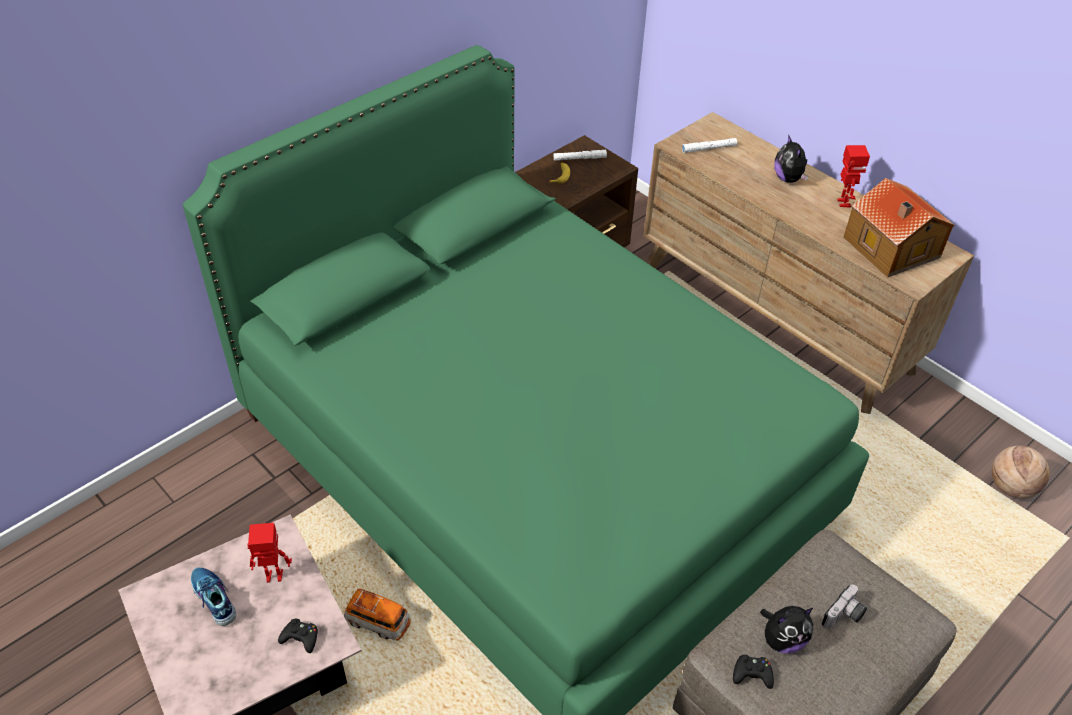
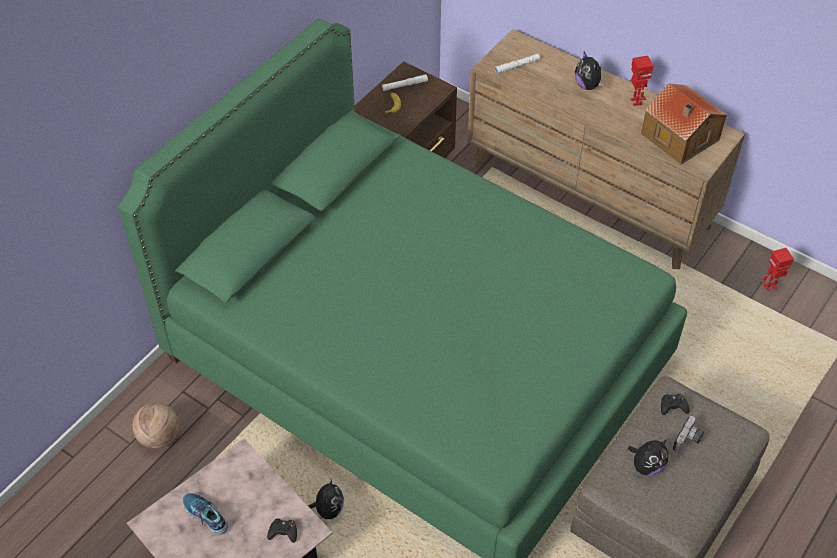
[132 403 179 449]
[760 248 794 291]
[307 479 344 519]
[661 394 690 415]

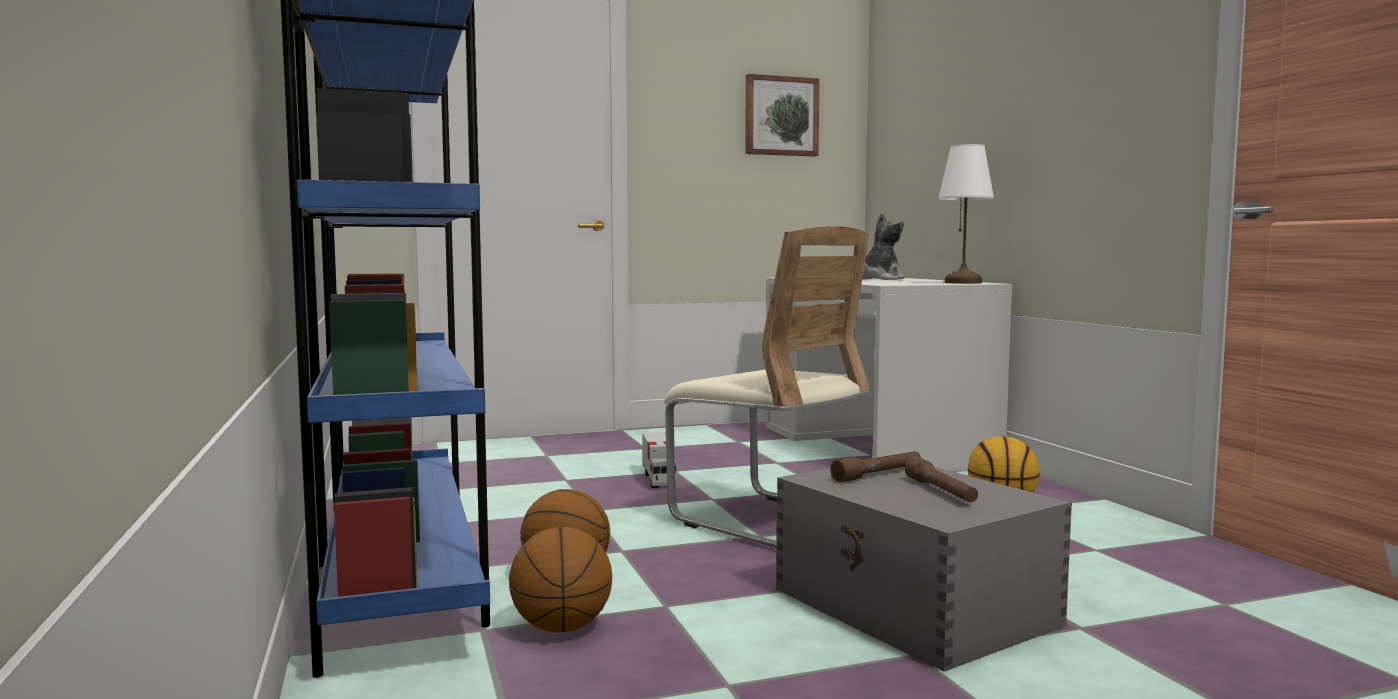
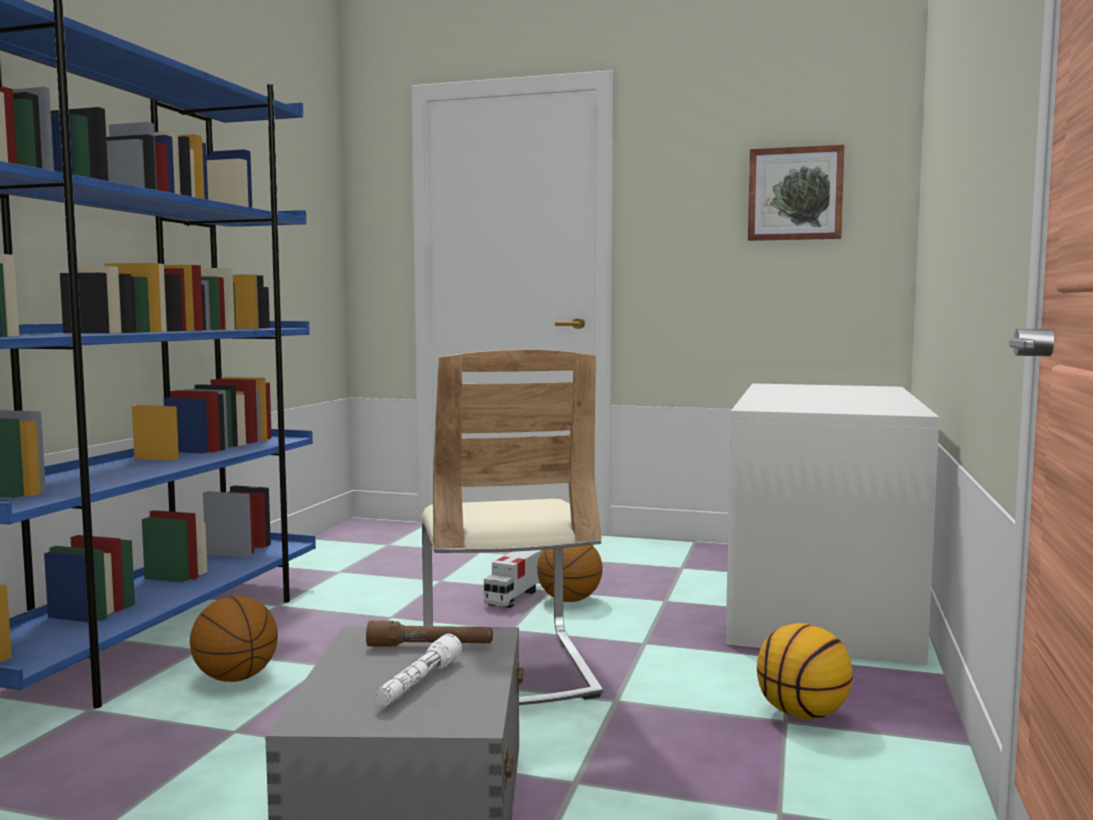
[938 144 994 284] (first image)
[862 213 905 280] (first image)
[375 634 462 706]
[537 545 603 602]

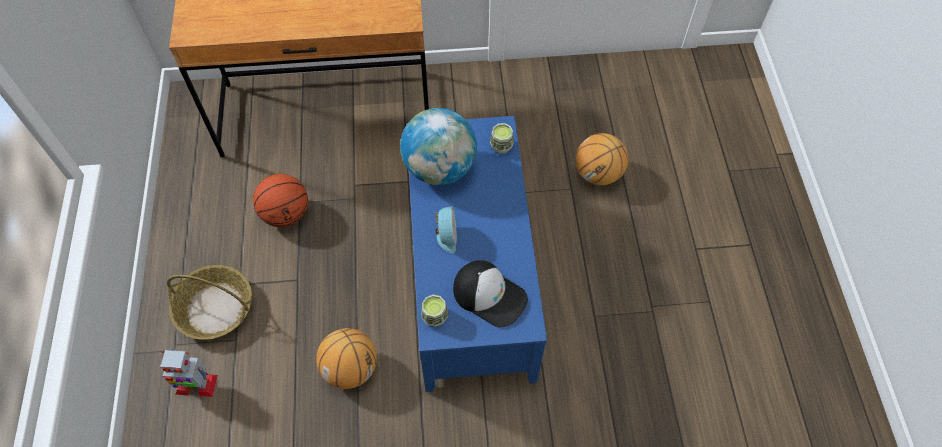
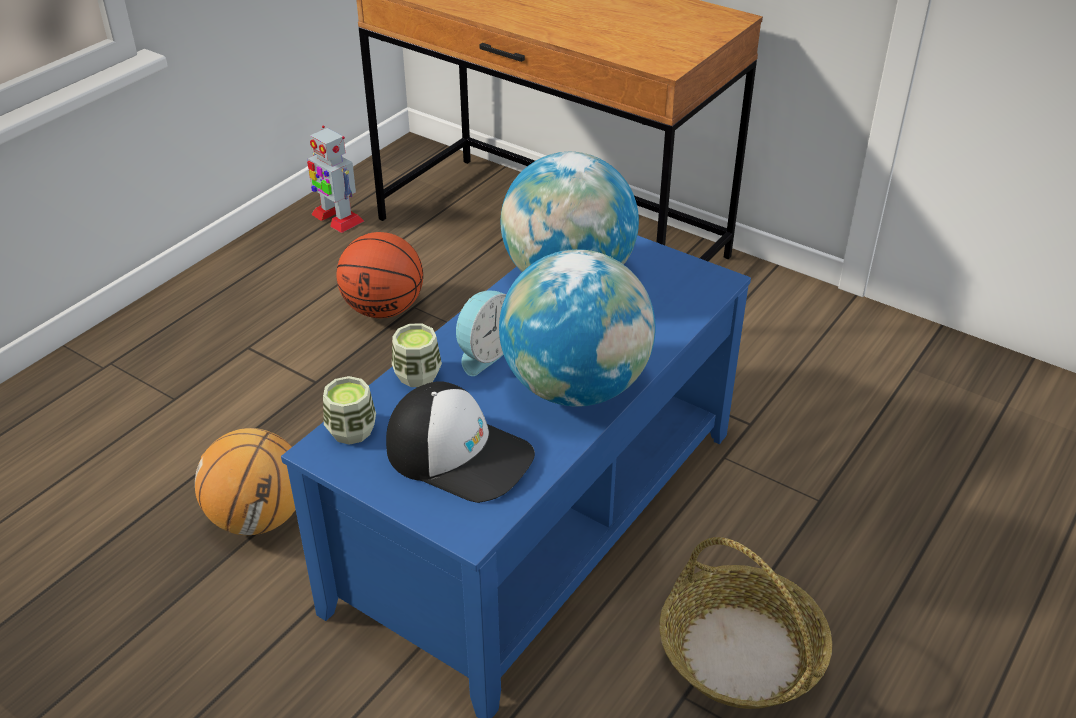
[392 324 442 387]
[576 133 628 185] (first image)
[386 381 535 503]
[659 537 832 709]
[307 126 364 233]
[499 249 656 407]

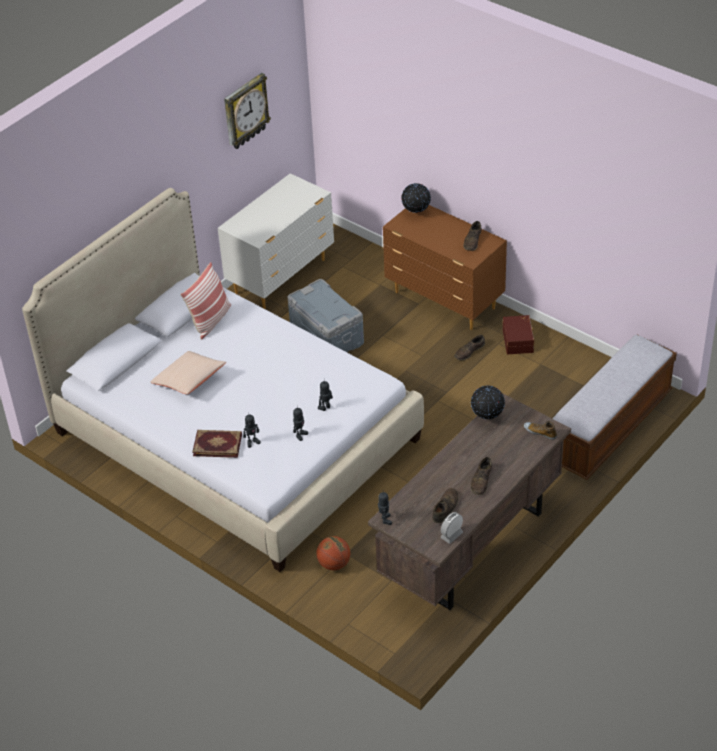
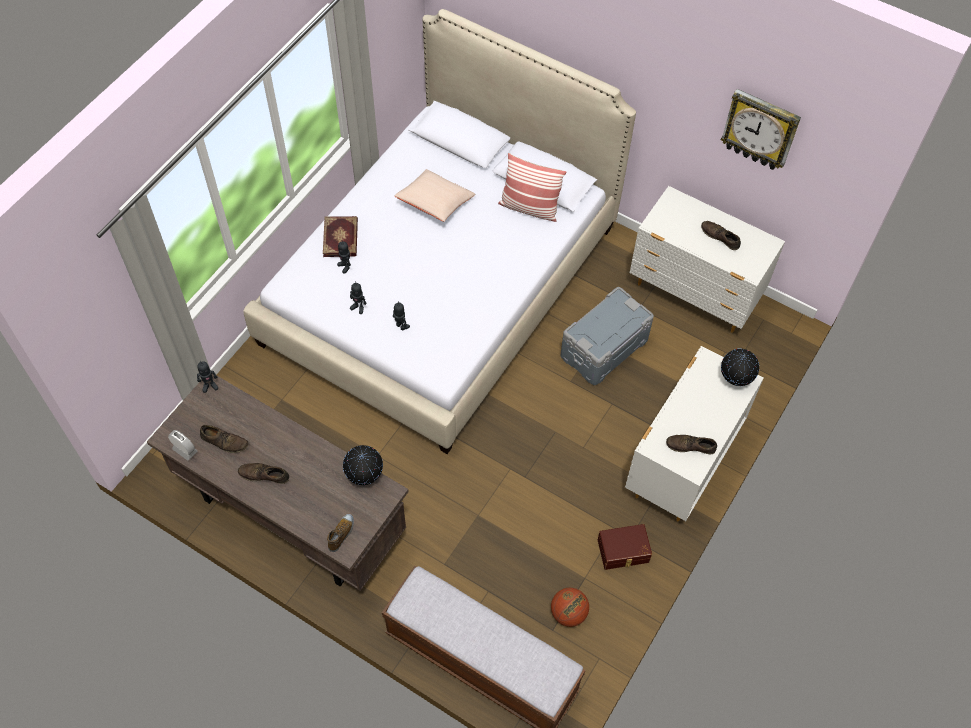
[625 346 764 522]
[701 221 741 250]
[551 588 589 627]

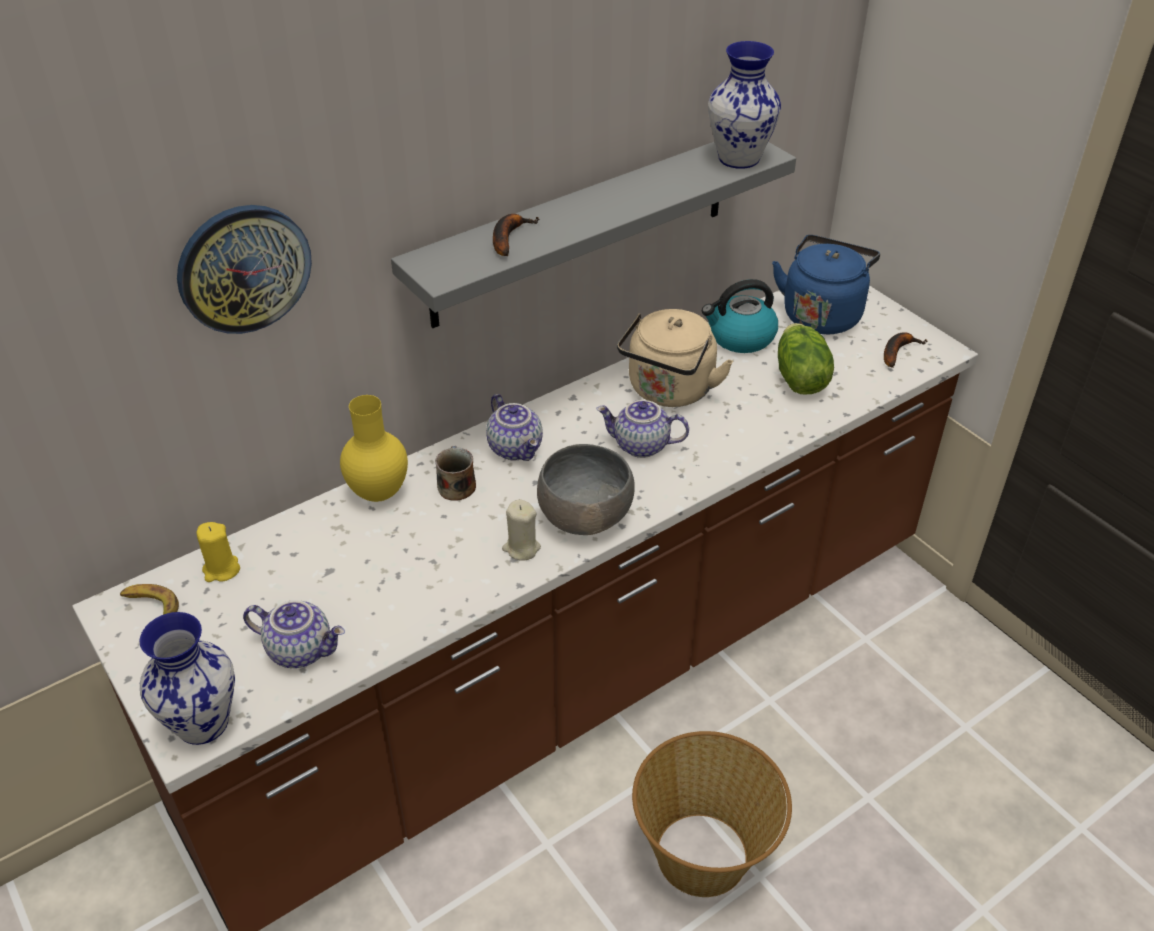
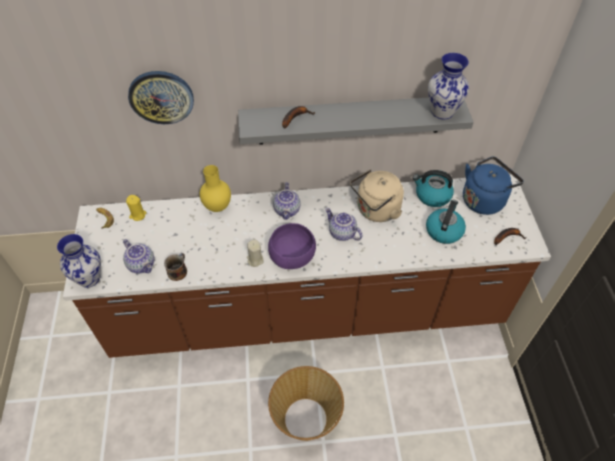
[426 200 466 244]
[268 223 316 269]
[164 253 187 281]

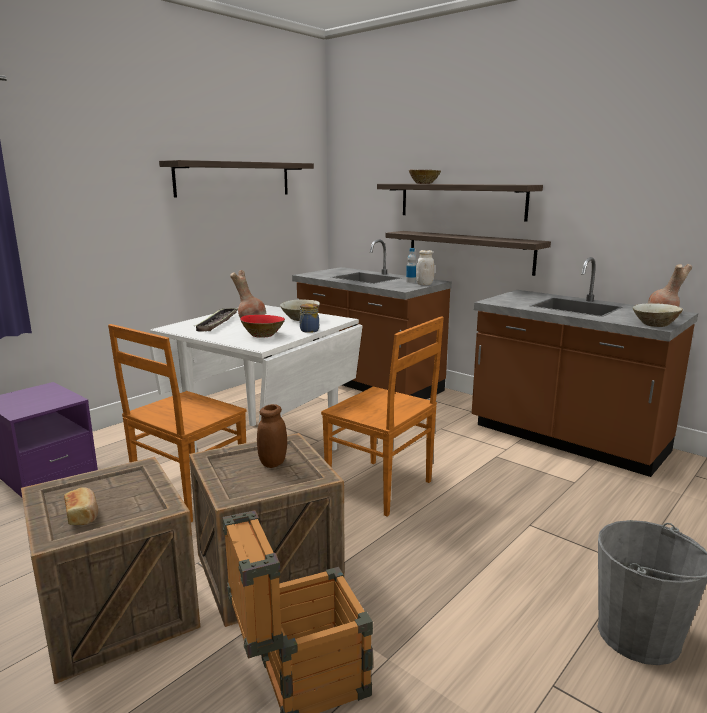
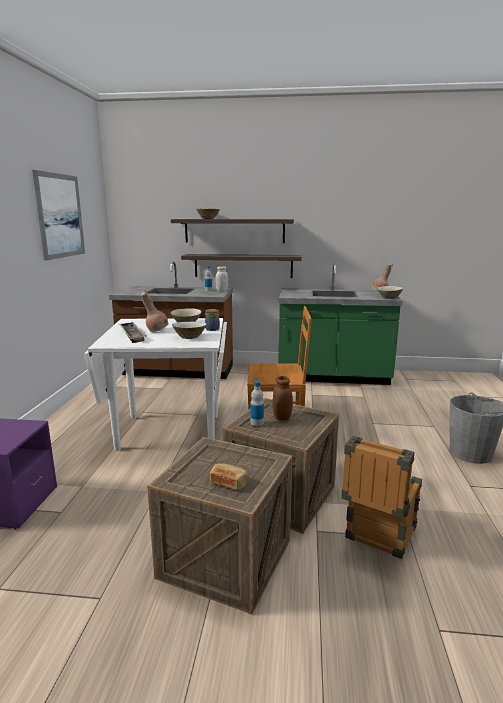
[32 170 85 260]
[278 263 403 385]
[172 322 207 339]
[108 324 246 522] (first image)
[250 381 264 426]

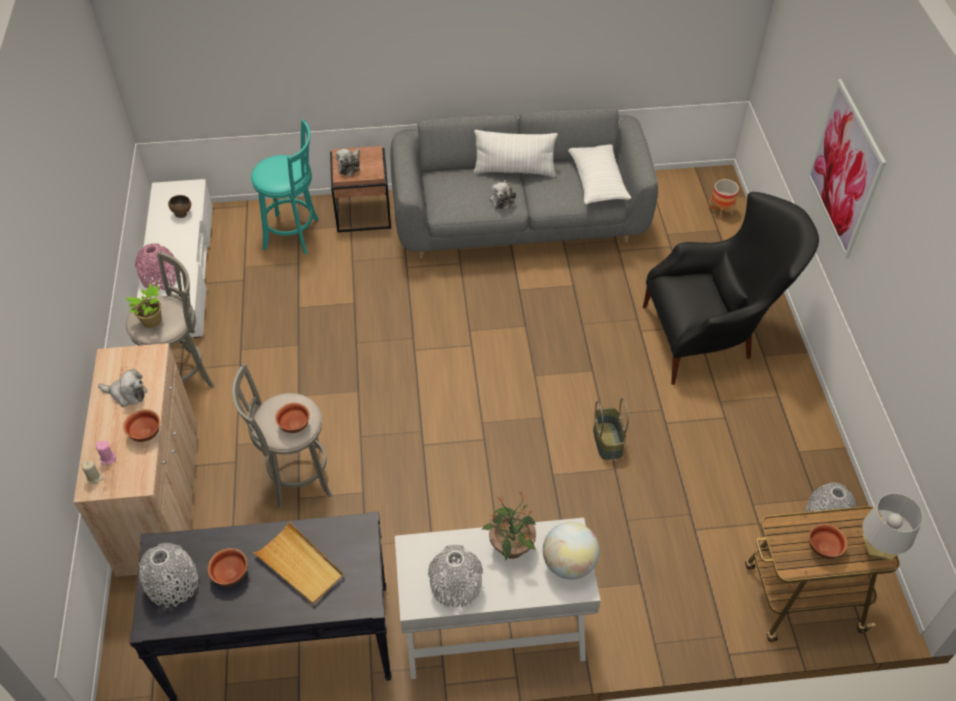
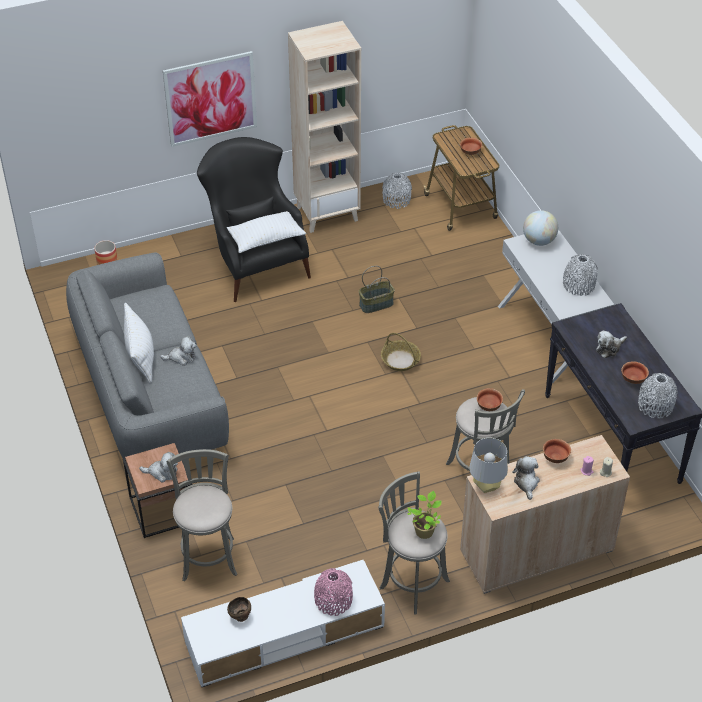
[166 449 237 581]
[227 211 306 253]
[482 491 536 560] (first image)
[469 438 508 493]
[596 330 627 358]
[288 21 361 233]
[381 333 421 371]

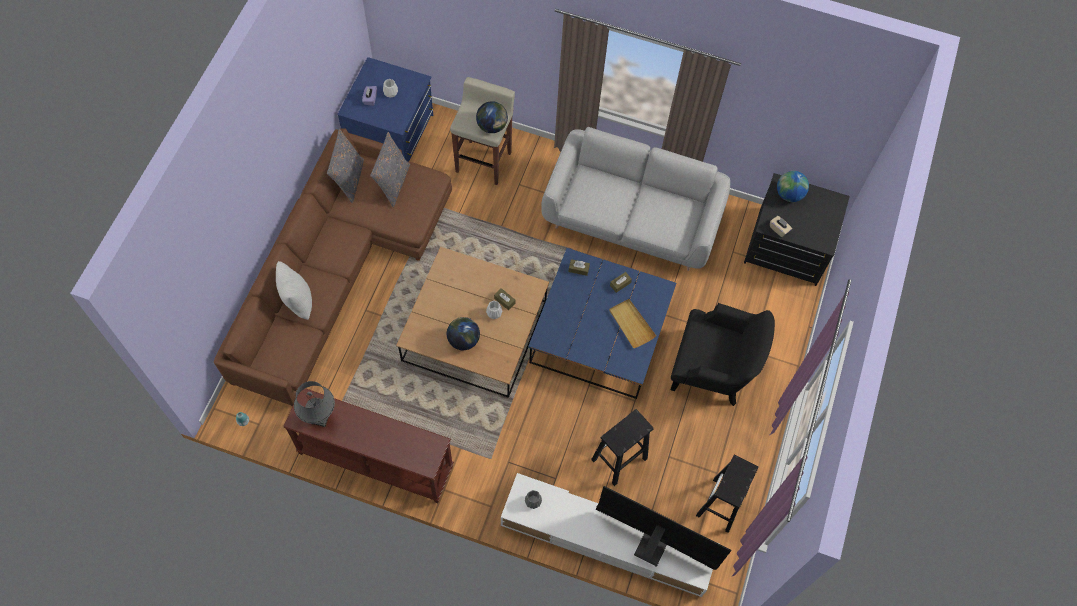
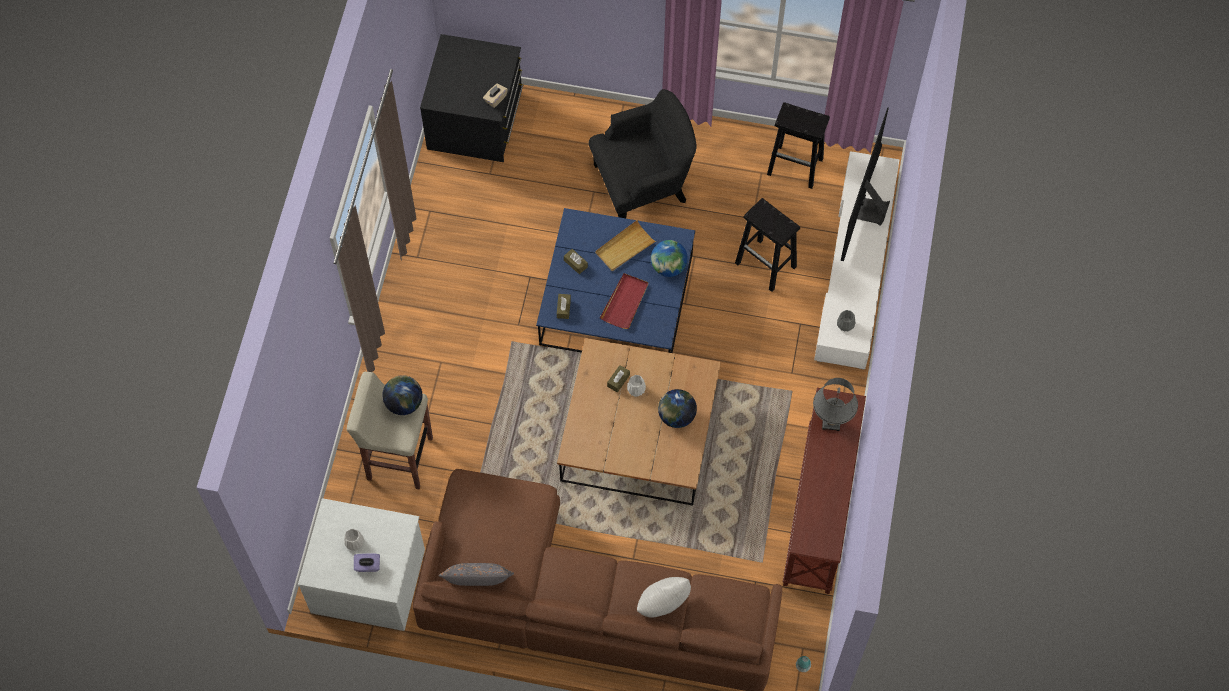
[298 498 425 631]
[541 127 730 271] (first image)
[370 132 410 207] (first image)
[651 240 688 277]
[588 89 697 218]
[813 378 858 431]
[600 273 648 329]

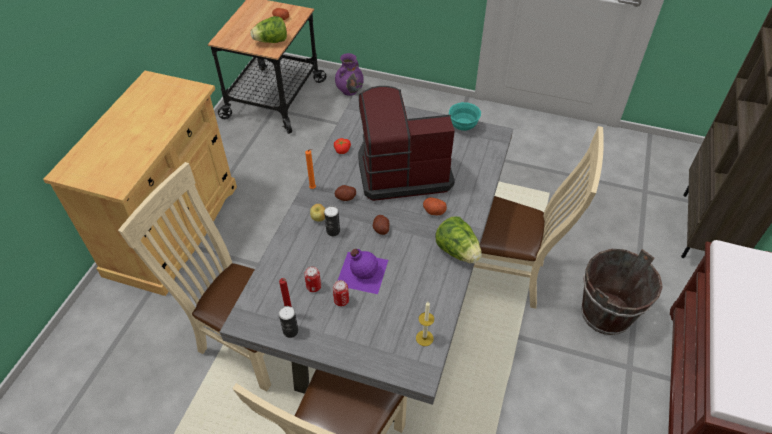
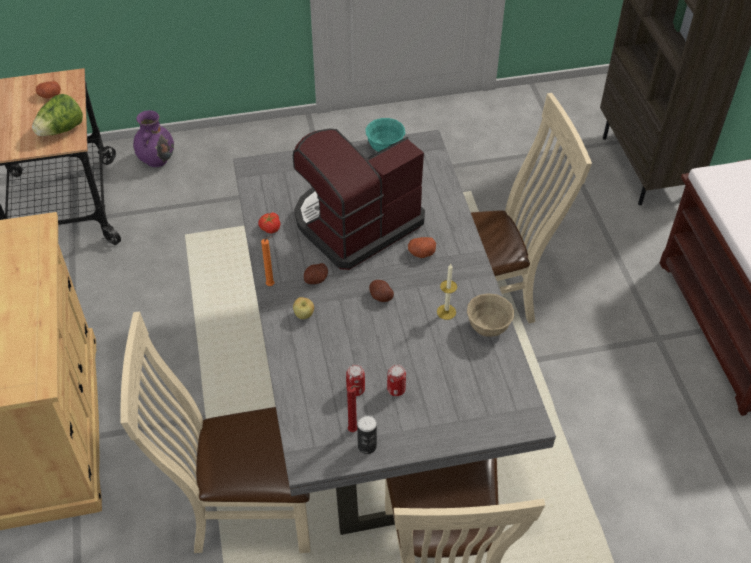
[324 206 340 236] (first image)
[436 217 482 263] (first image)
[337 249 388 294] (first image)
[581 249 663 335] (first image)
[437 264 457 320]
[467 294 514 337]

